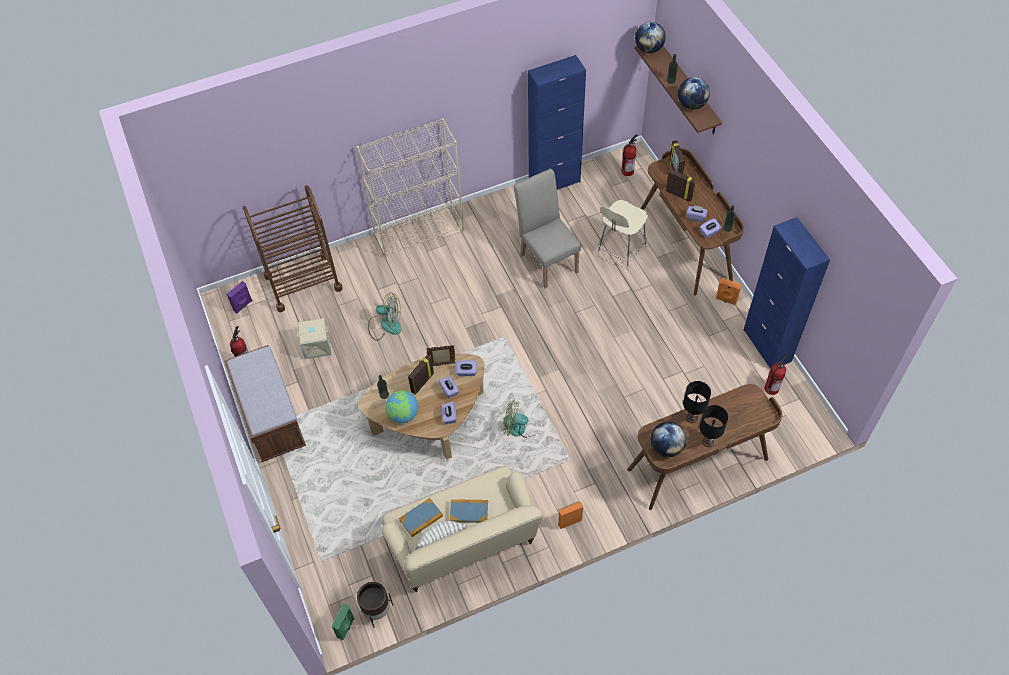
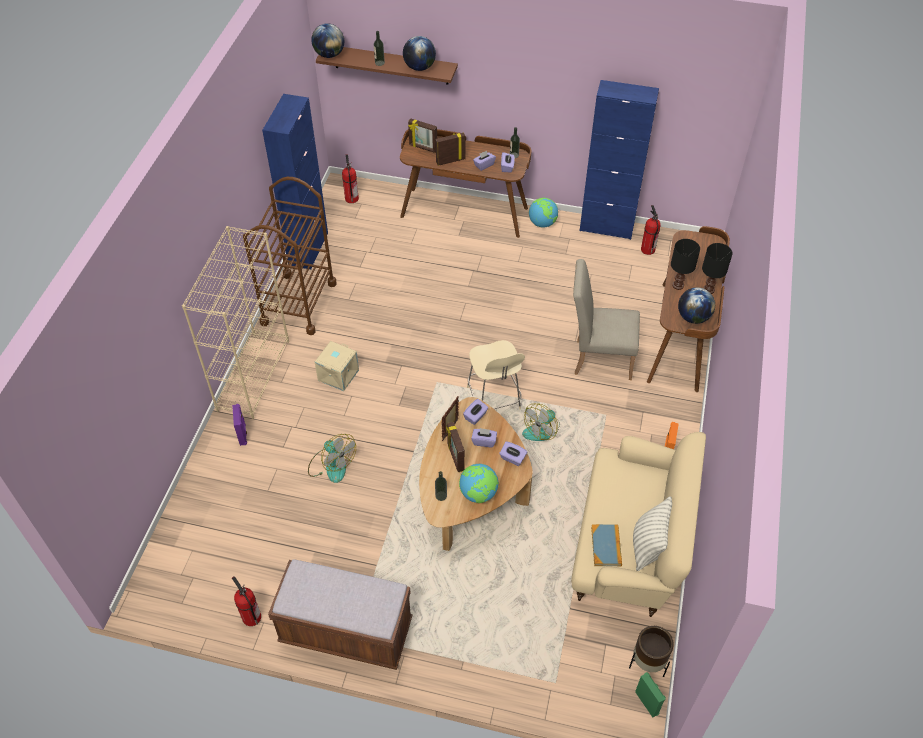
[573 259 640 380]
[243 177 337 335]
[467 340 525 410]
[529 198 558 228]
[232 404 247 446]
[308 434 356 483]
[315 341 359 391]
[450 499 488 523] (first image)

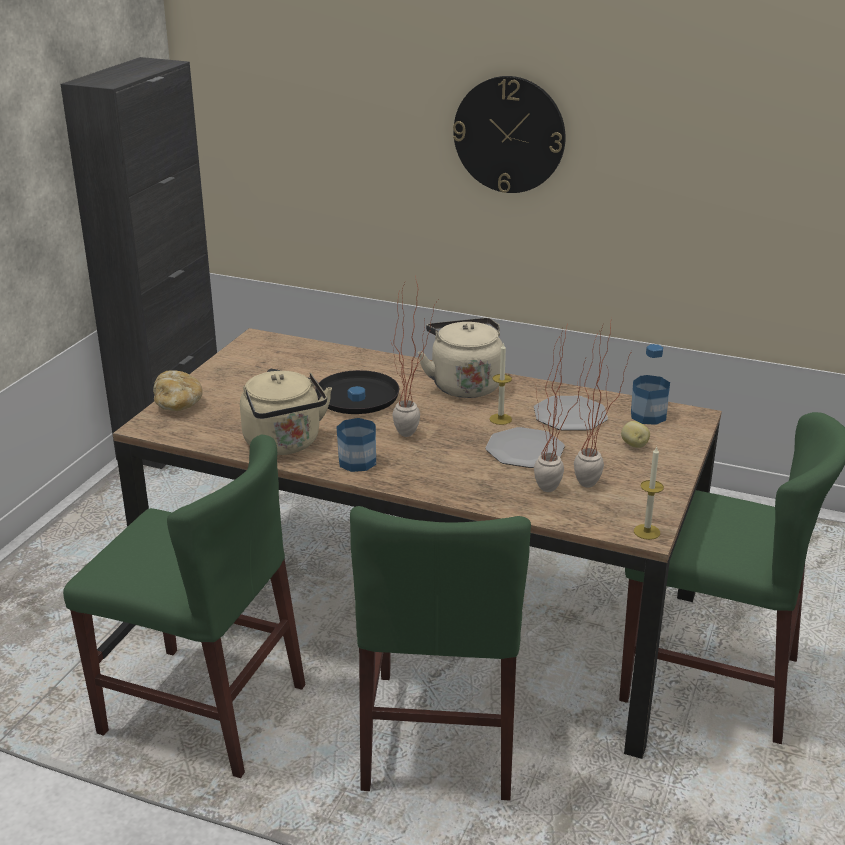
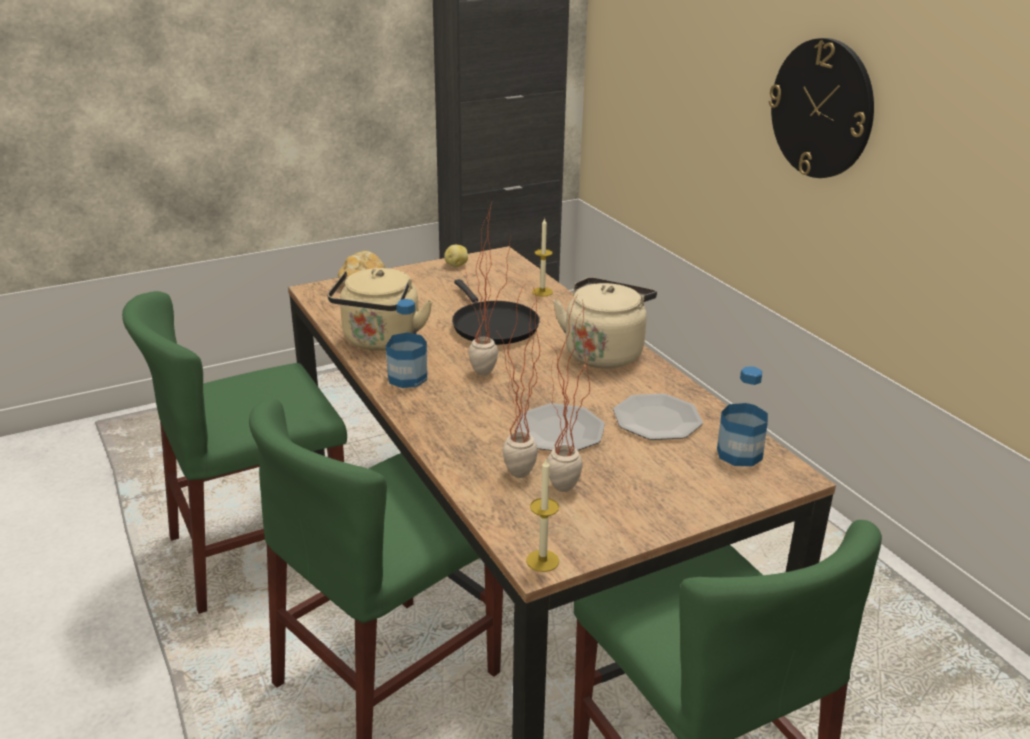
[532 218 553 297]
[444 245 468 267]
[122 291 347 614]

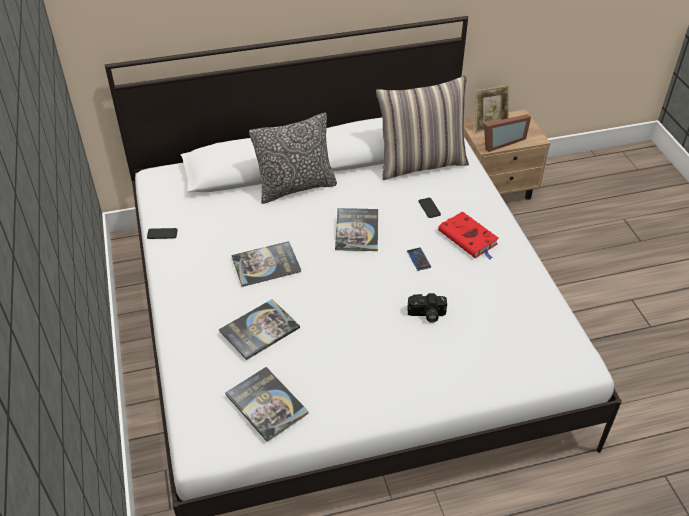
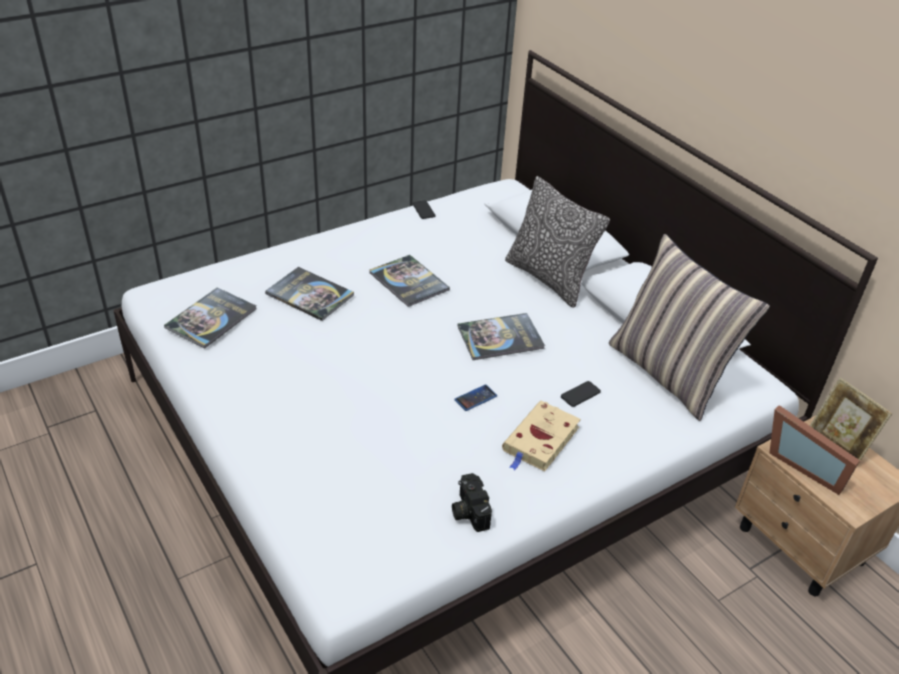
[502 401 581 472]
[452 473 492 532]

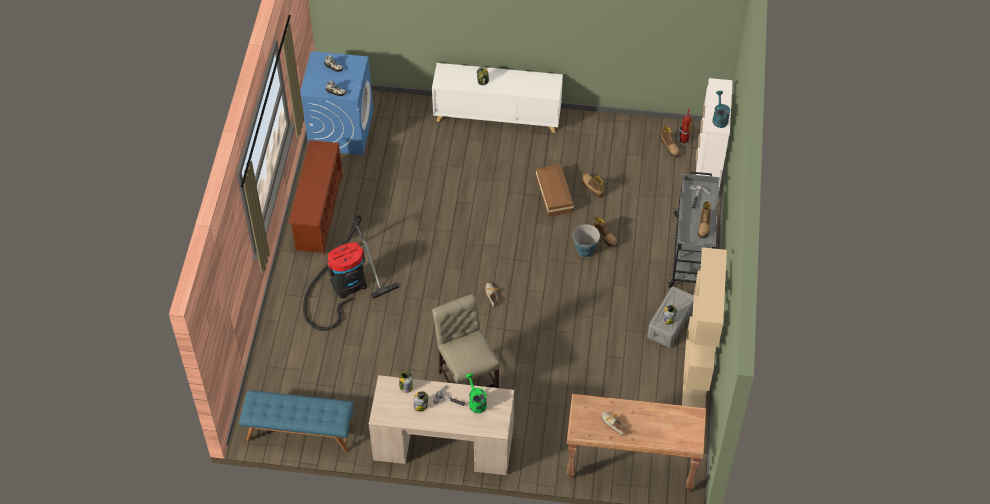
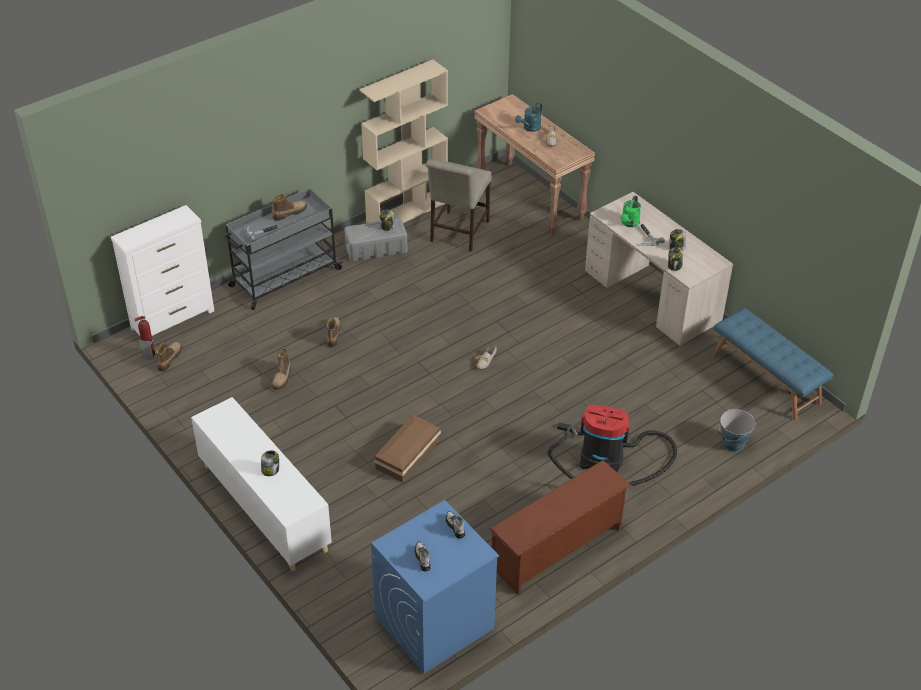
[515 103 542 132]
[374 415 441 482]
[719 409 755 452]
[426 159 492 252]

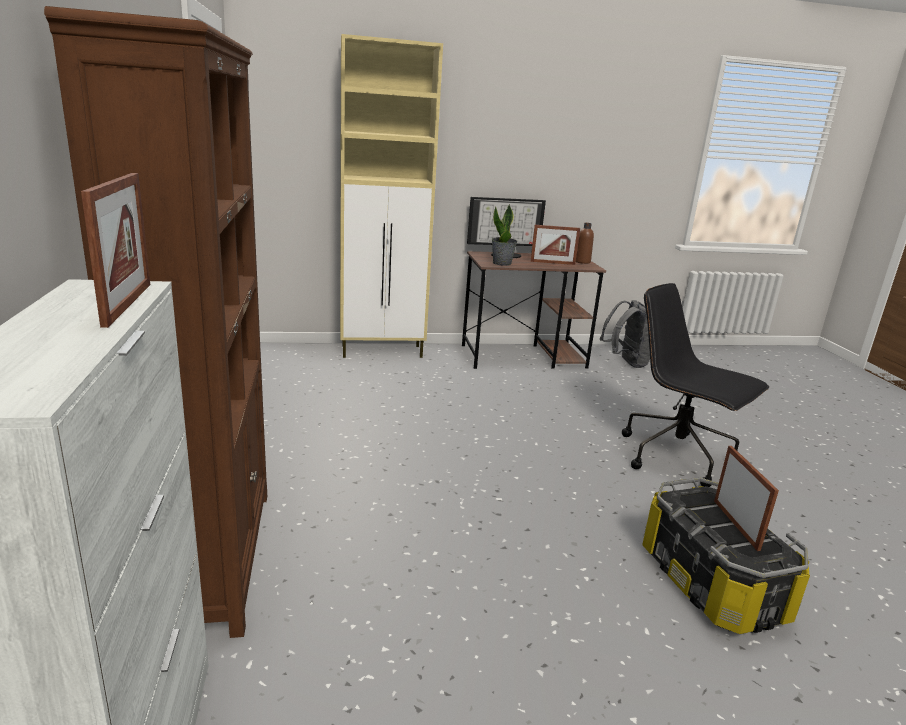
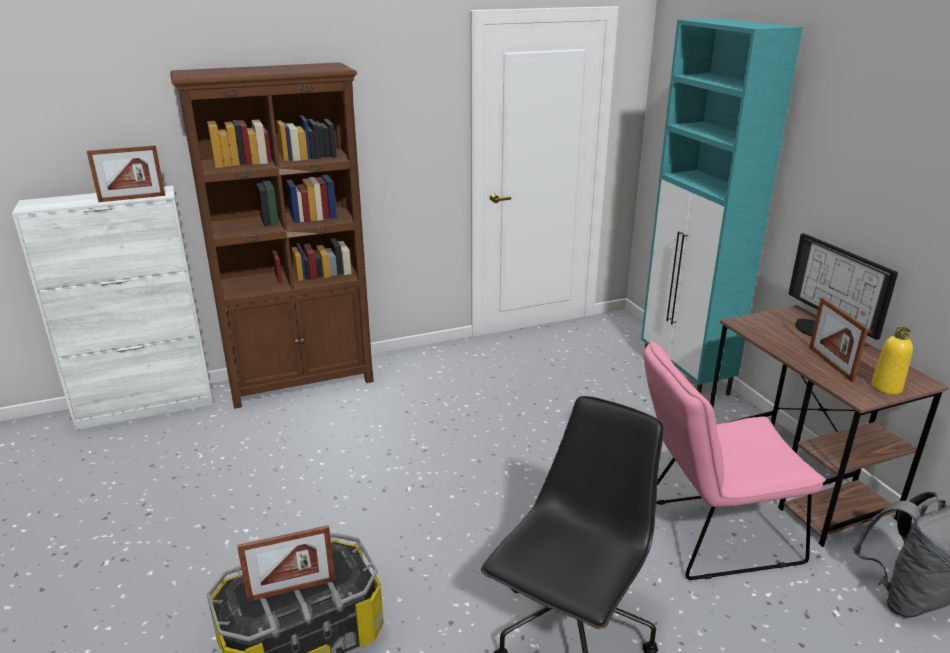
[641 18 803 396]
[491 204 518 266] (first image)
[871 327 913 395]
[644 340 826 580]

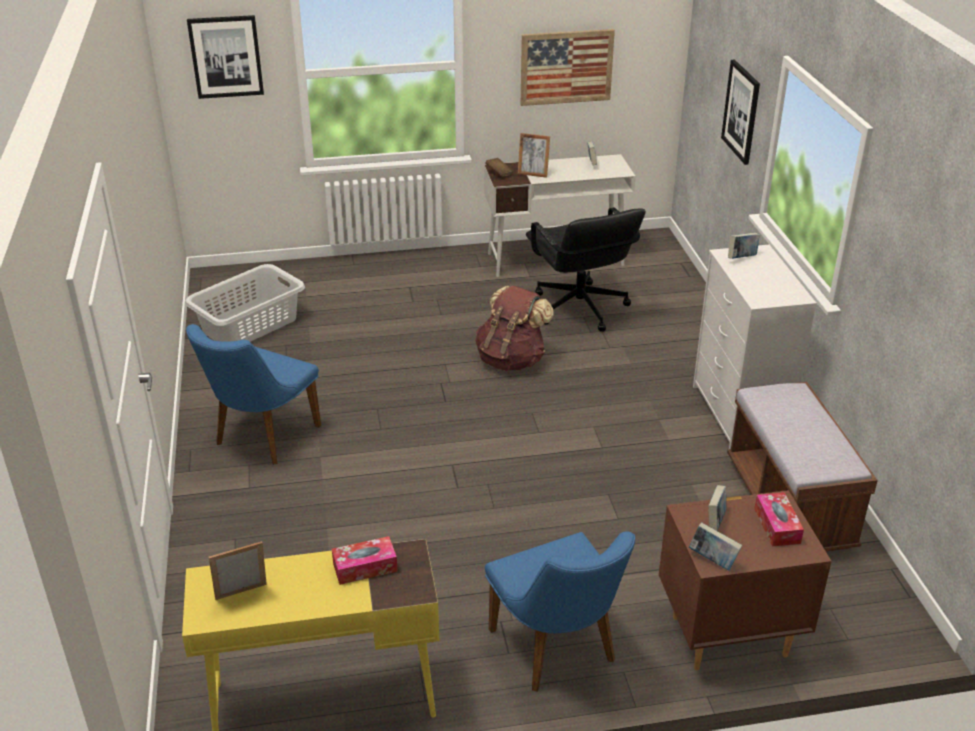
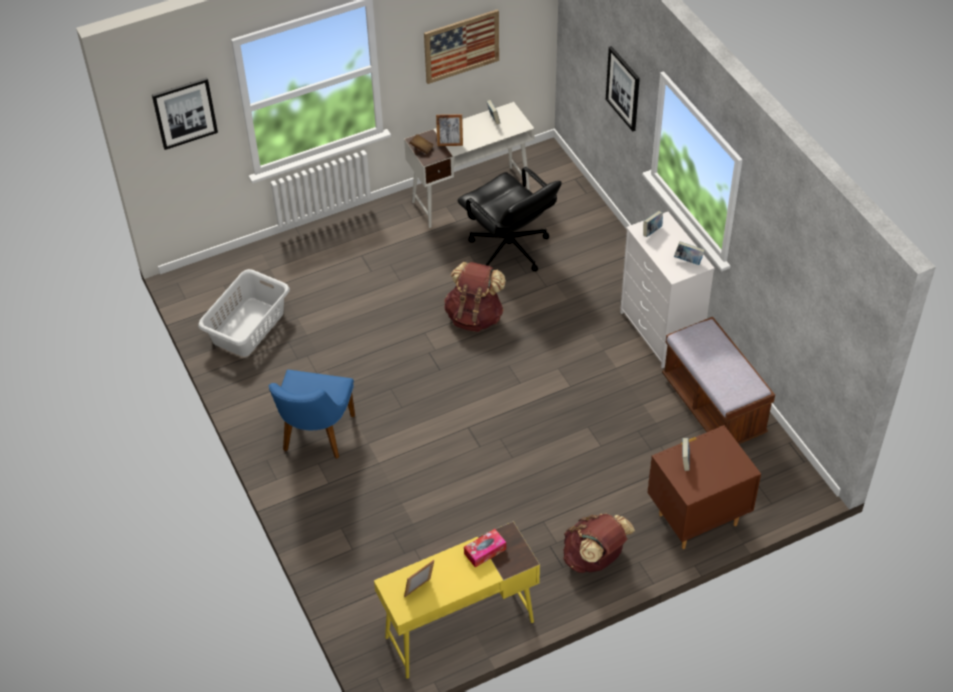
[754 492 804 546] (first image)
[674 241 705 265]
[563 513 635 573]

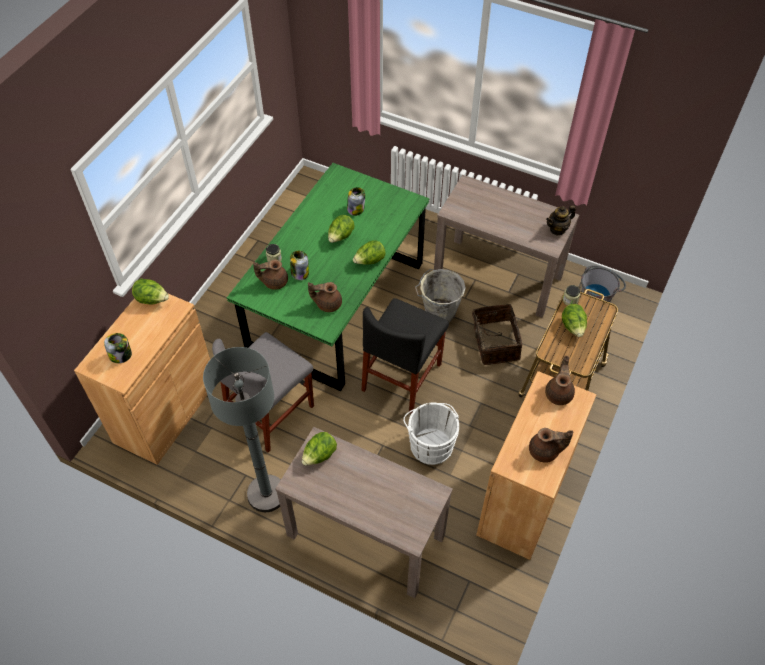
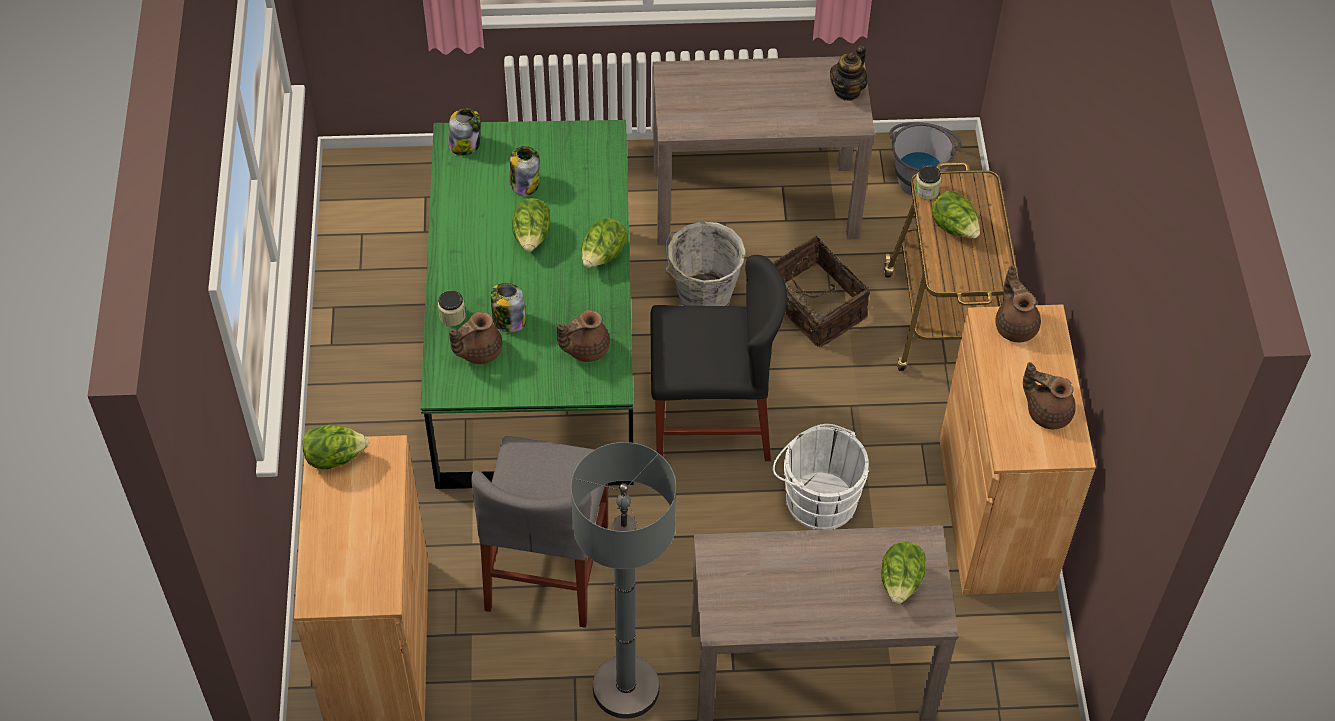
[650 255 787 461]
[448 109 481 155]
[1023 362 1076 429]
[881 541 926 604]

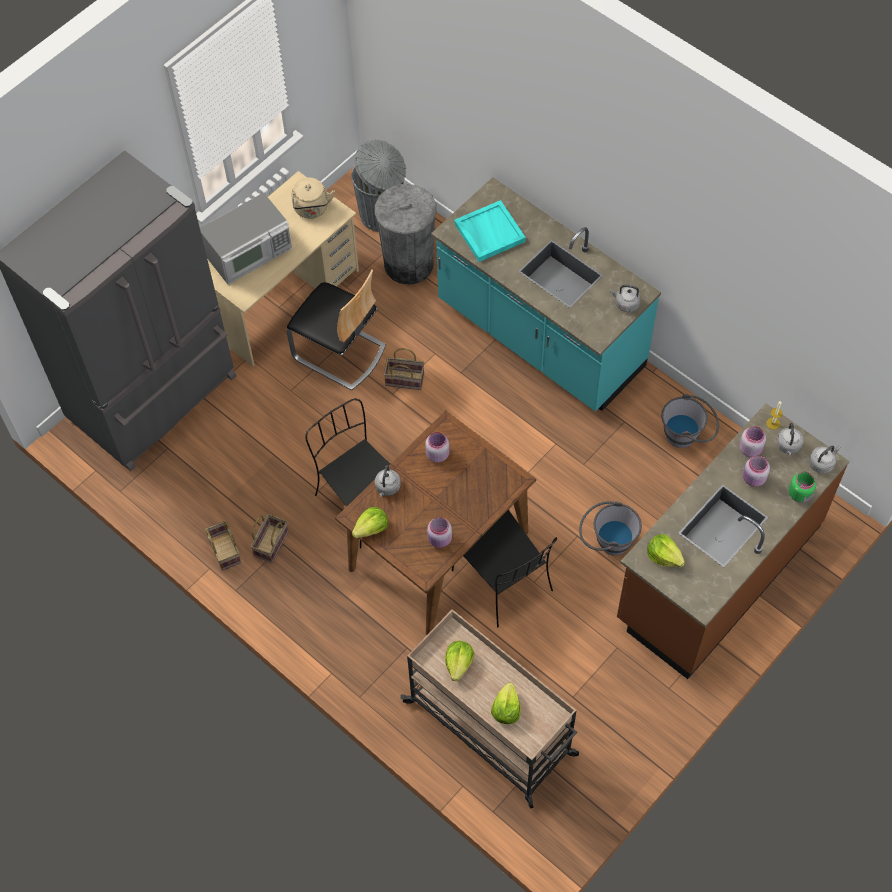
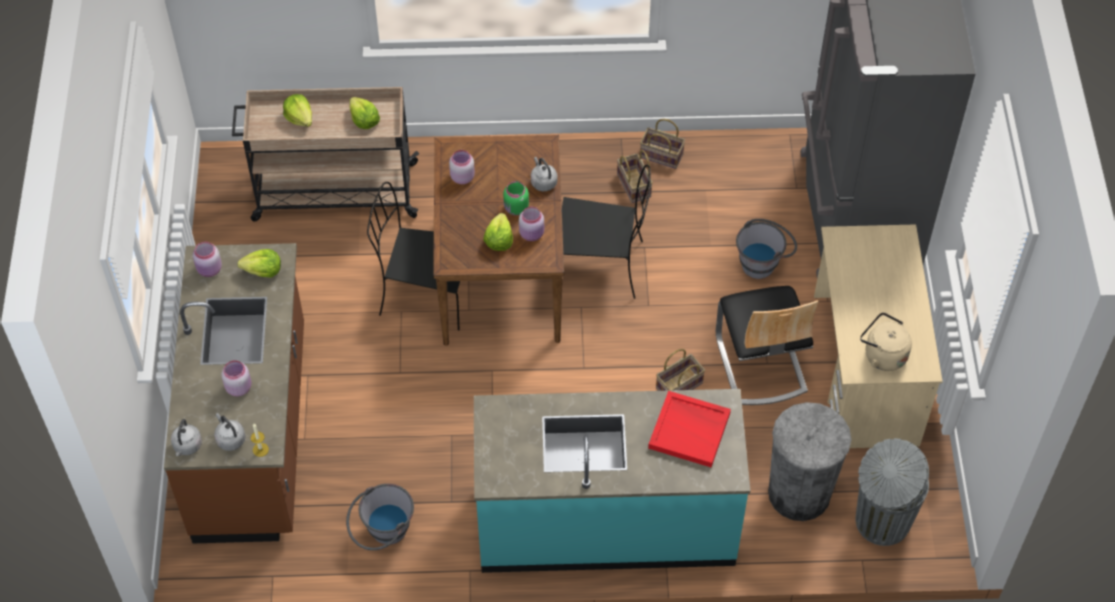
[200 193 292 285] (first image)
[648 391 731 467]
[716 286 818 405]
[610 285 641 312] (first image)
[193 242 222 277]
[503 181 529 216]
[736 219 797 279]
[483 213 513 251]

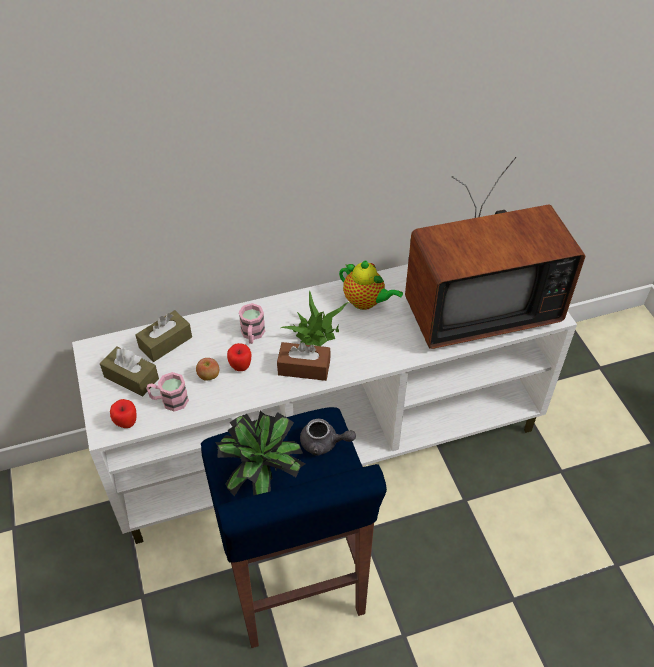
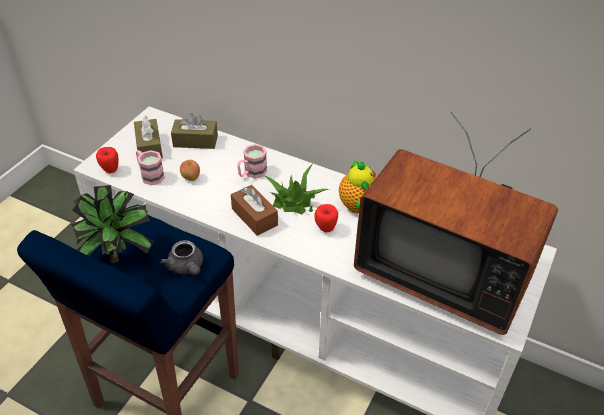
[314 204 338 233]

